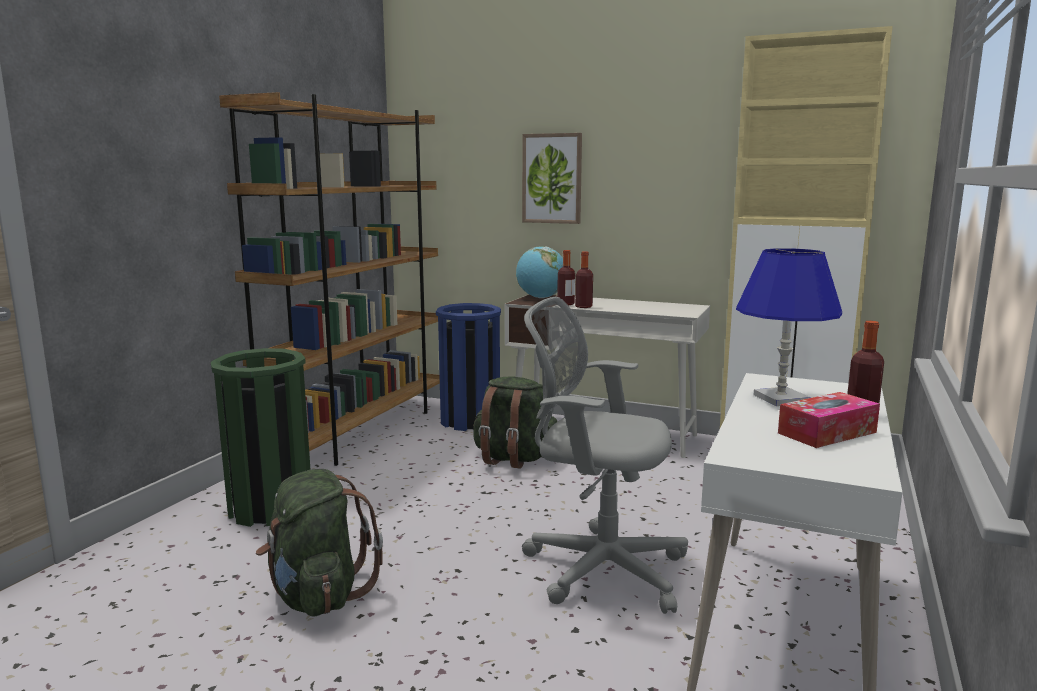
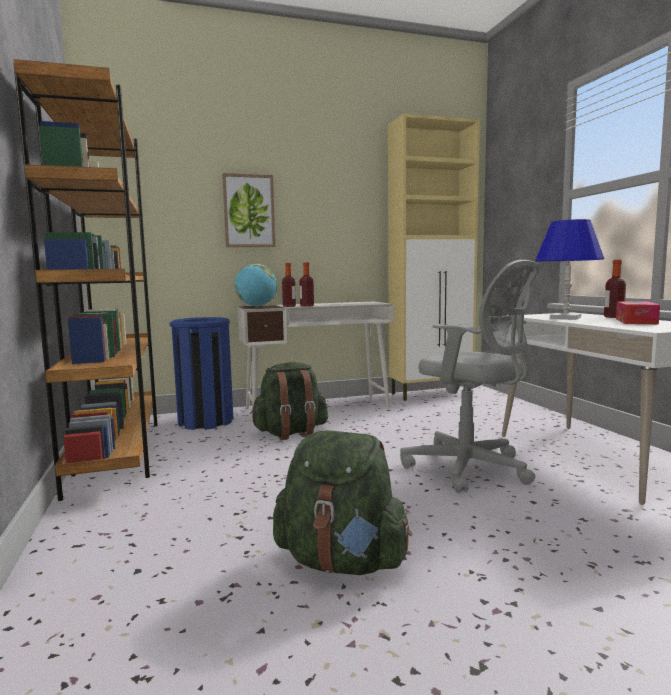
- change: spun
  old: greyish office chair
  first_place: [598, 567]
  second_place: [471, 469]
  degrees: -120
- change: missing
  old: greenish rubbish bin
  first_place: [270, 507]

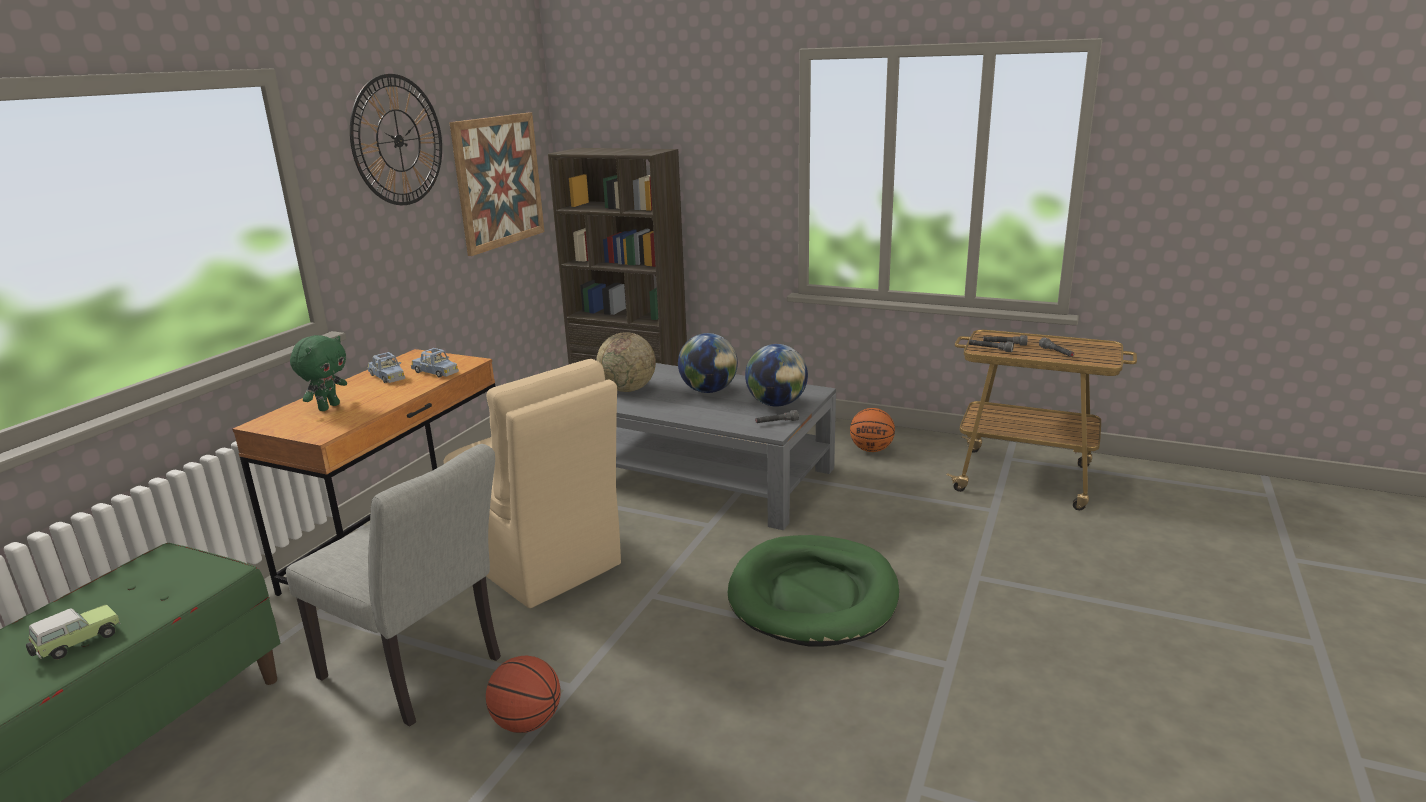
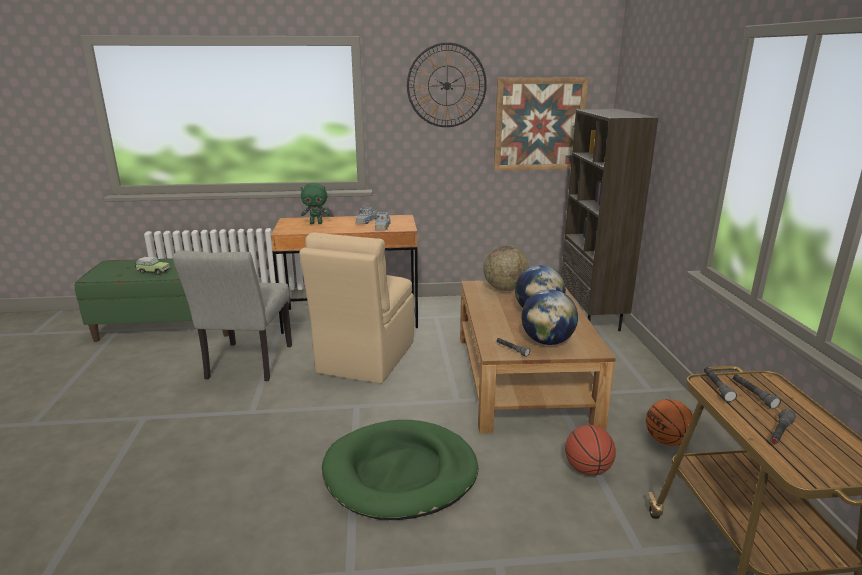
- change: colour
  old: greyish low table
  new: brown low table
  first_place: [707, 476]
  second_place: [523, 378]
- change: relocated
  old: basketball ball
  first_place: [527, 722]
  second_place: [587, 469]

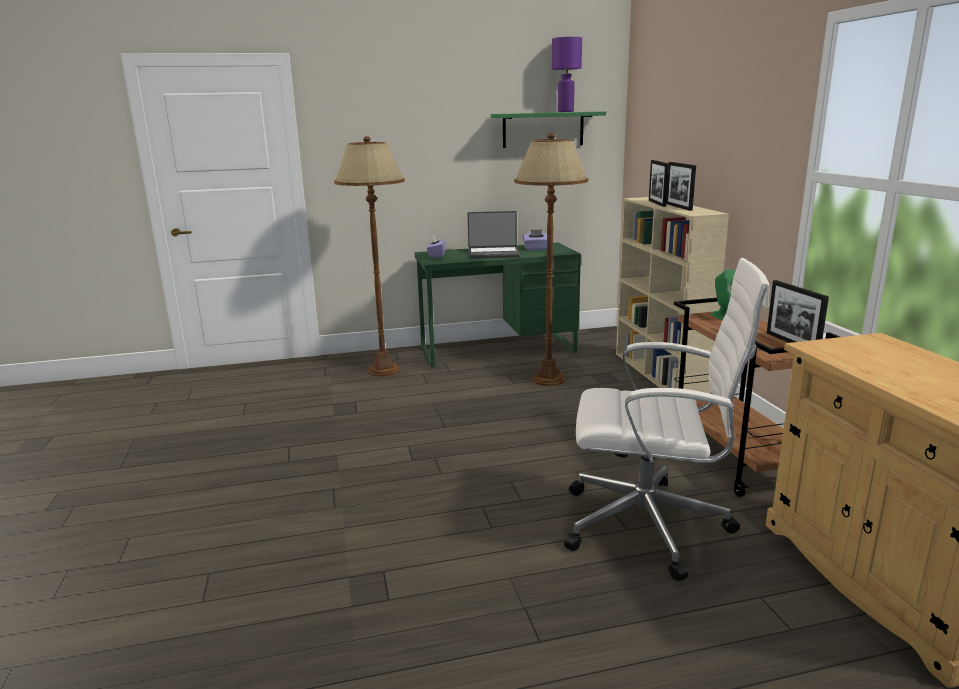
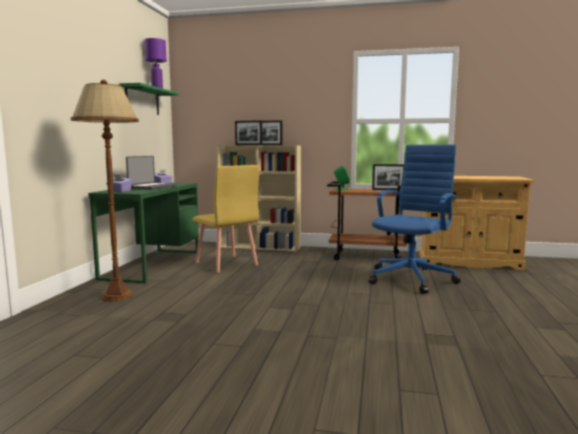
- change: exchanged
  old: brown standing lamp
  new: yellowish plain chair
  first_place: [548, 379]
  second_place: [226, 264]
- change: colour
  old: white-coloured office chair
  new: blue office chair
  first_place: [650, 525]
  second_place: [412, 278]

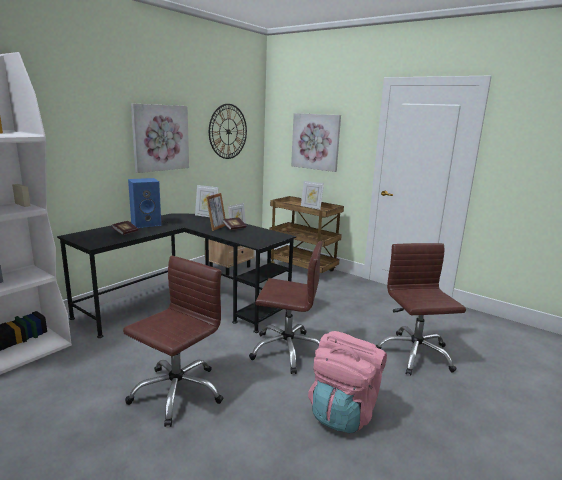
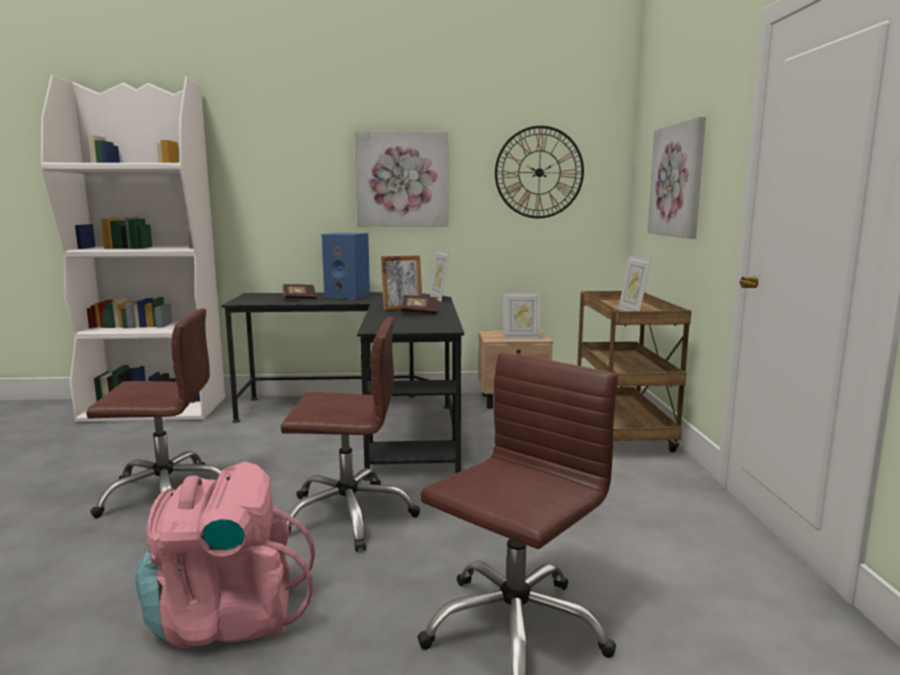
- change: spun
  old: brown office chair
  first_place: [287, 350]
  second_place: [348, 515]
  degrees: -60

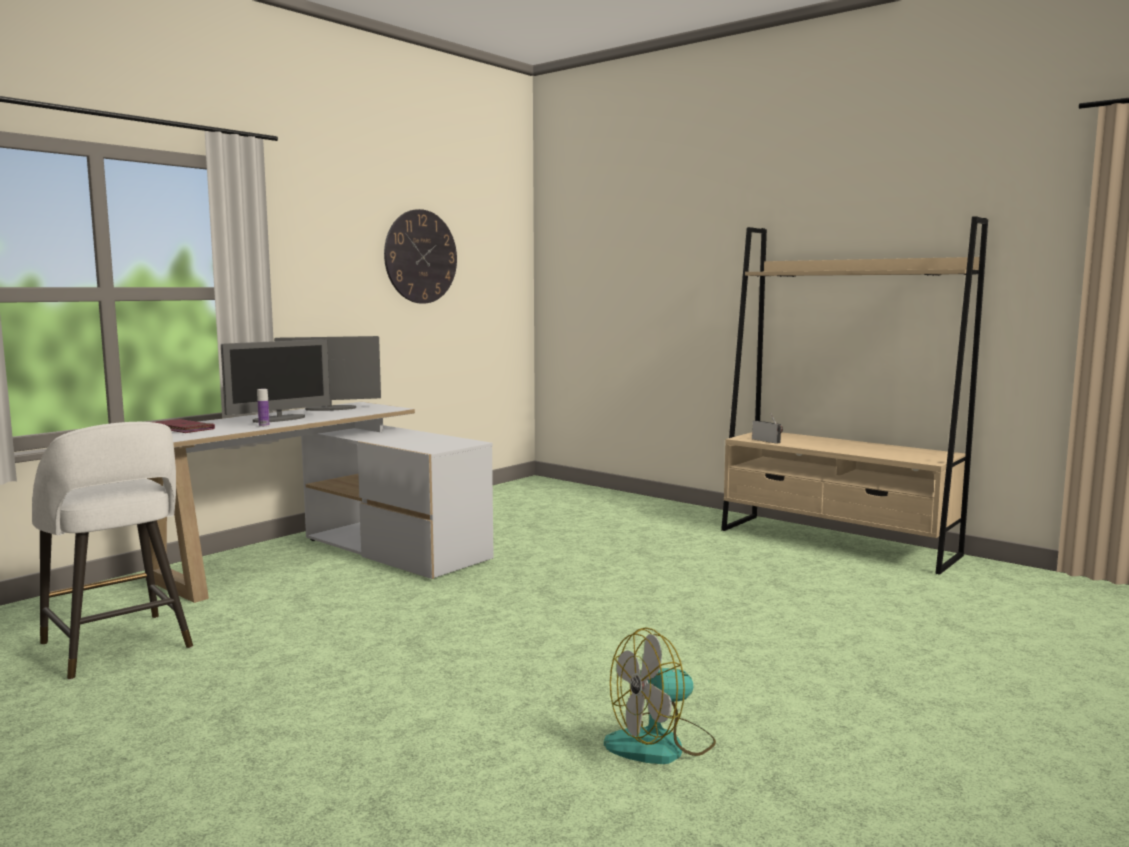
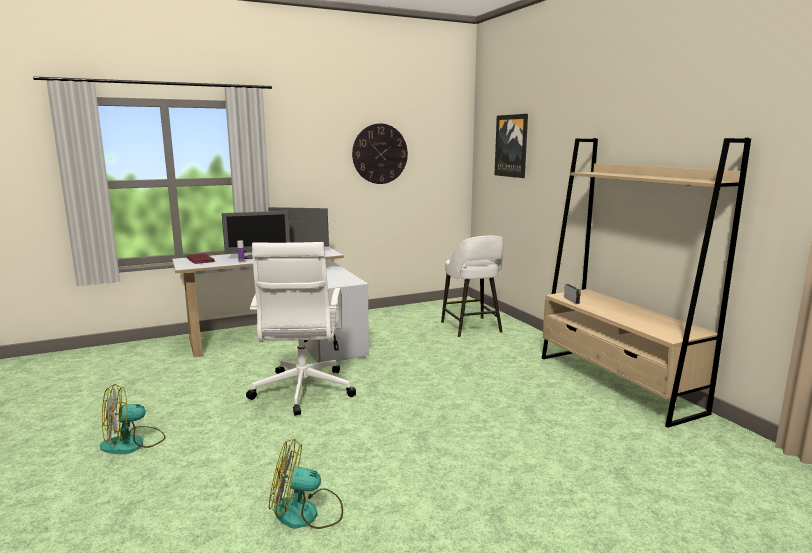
- change: appeared
  new: cooling fan
  second_place: [133, 443]
- change: appeared
  new: white-coloured office chair
  second_place: [302, 392]
- change: relocated
  old: white-coloured stool seat
  first_place: [118, 647]
  second_place: [471, 328]
- change: appeared
  new: picture
  second_place: [511, 146]

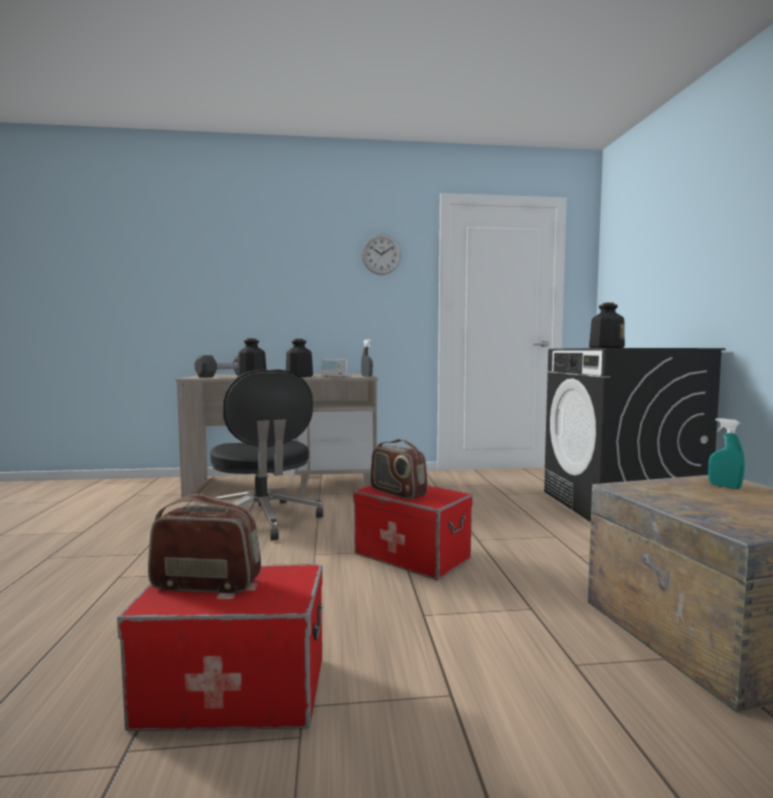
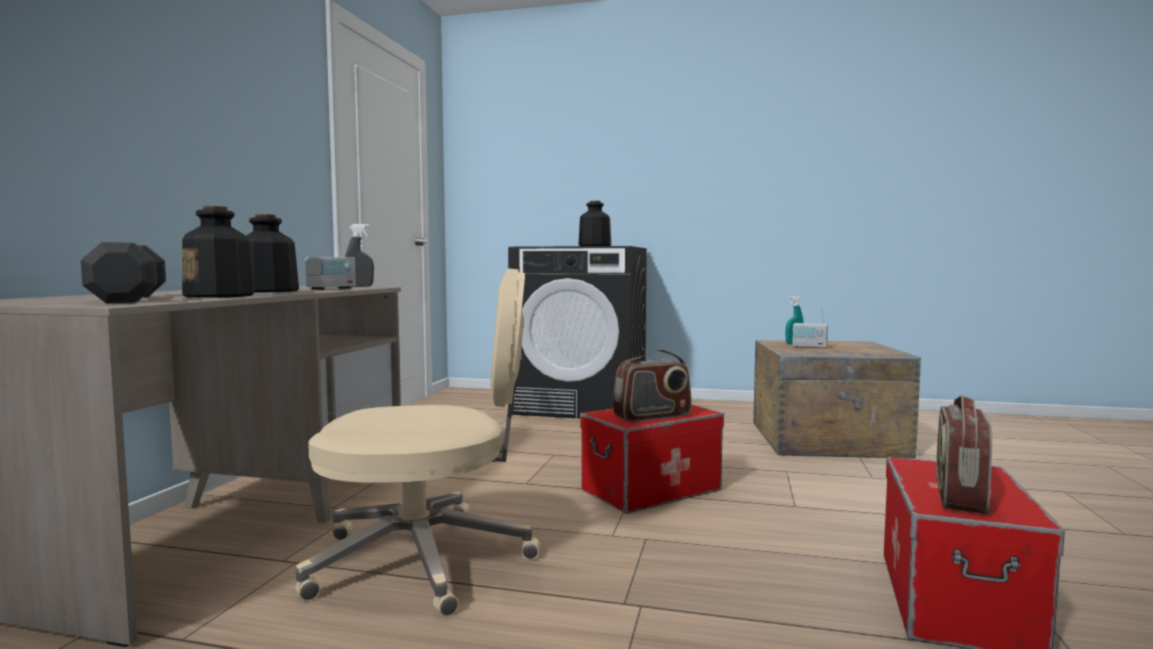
- change: colour
  old: black office chair
  new: beige office chair
  first_place: [263, 521]
  second_place: [426, 560]
- change: appeared
  new: radio
  second_place: [809, 347]
- change: missing
  old: clock on the wall
  first_place: [381, 254]

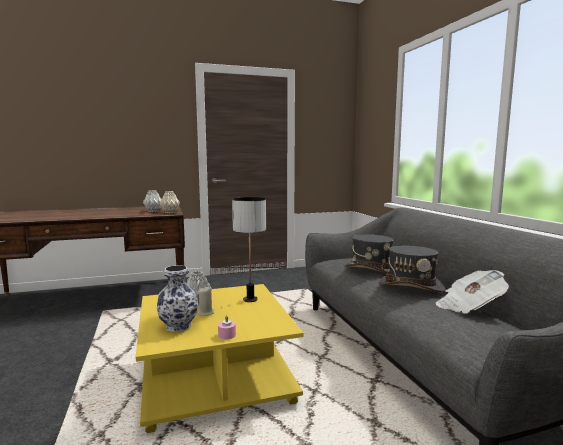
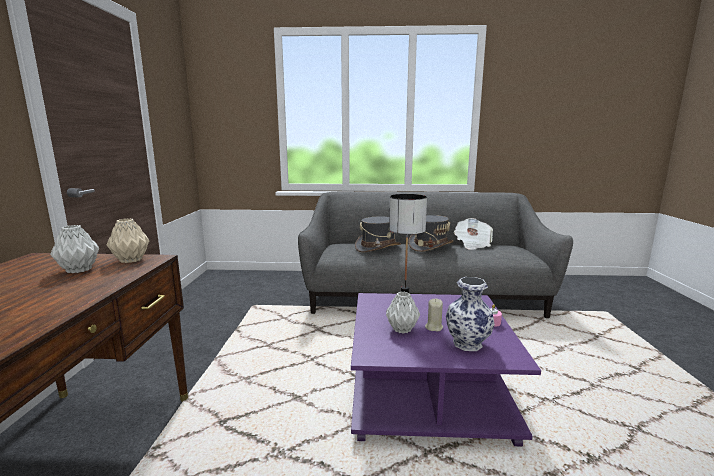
- change: colour
  old: yellowish low table
  new: purple low table
  first_place: [217, 379]
  second_place: [429, 391]

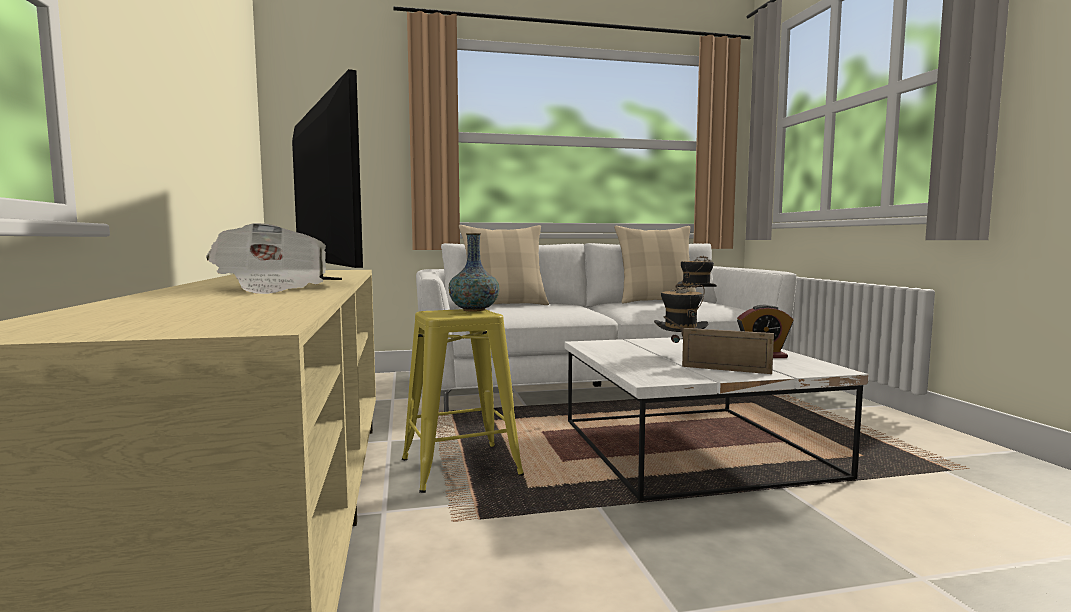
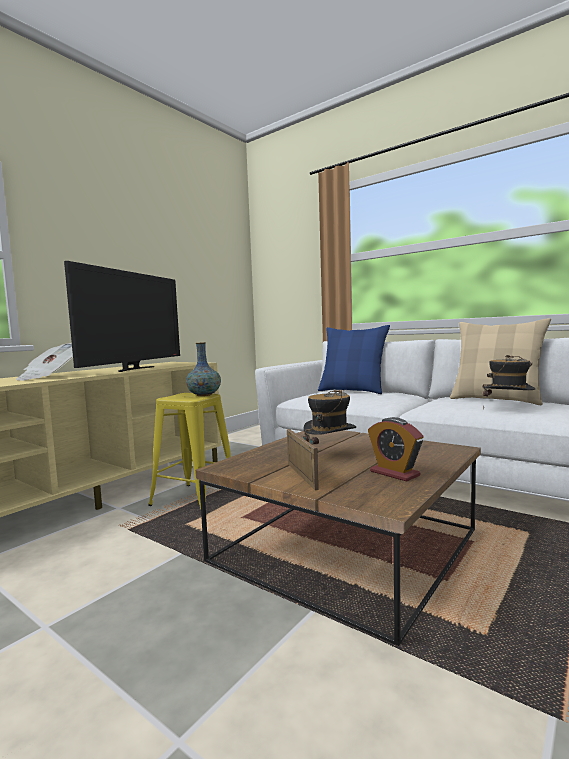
- change: colour
  old: white-coloured low table
  new: brown low table
  first_place: [693, 446]
  second_place: [349, 545]
- change: colour
  old: beige throw pillow
  new: blue throw pillow
  first_place: [504, 305]
  second_place: [352, 391]

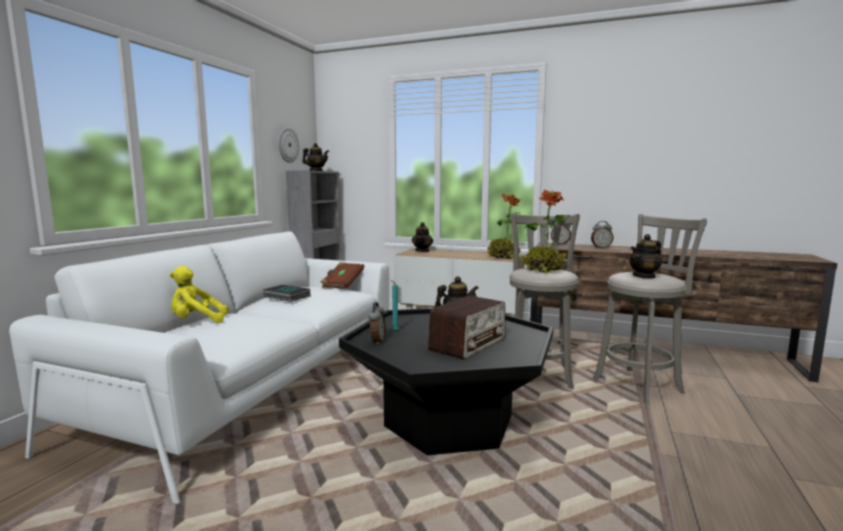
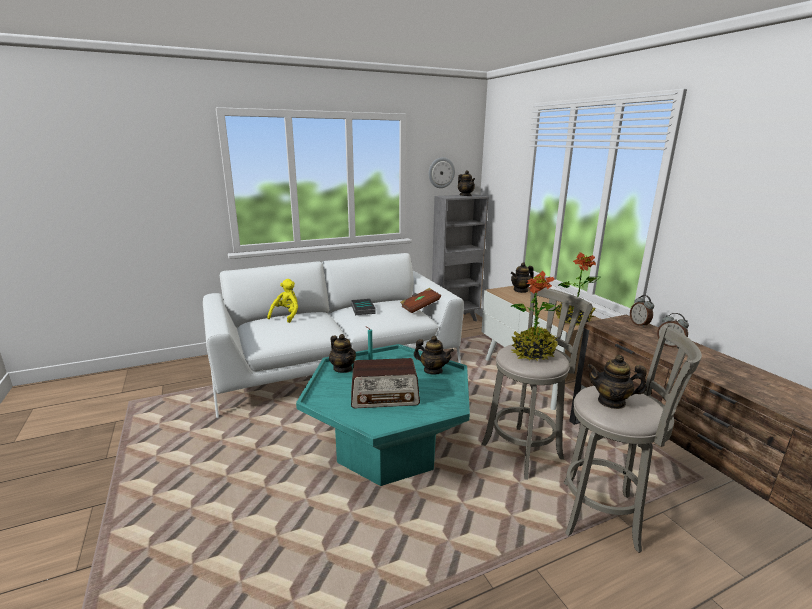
- change: spun
  old: yellowish soft toy
  first_place: [196, 321]
  second_place: [286, 315]
  degrees: 75
- change: colour
  old: black low table
  new: turquoise low table
  first_place: [448, 421]
  second_place: [388, 448]
- change: exchanged
  old: table clock
  new: pot for tea
  first_place: [377, 341]
  second_place: [343, 369]

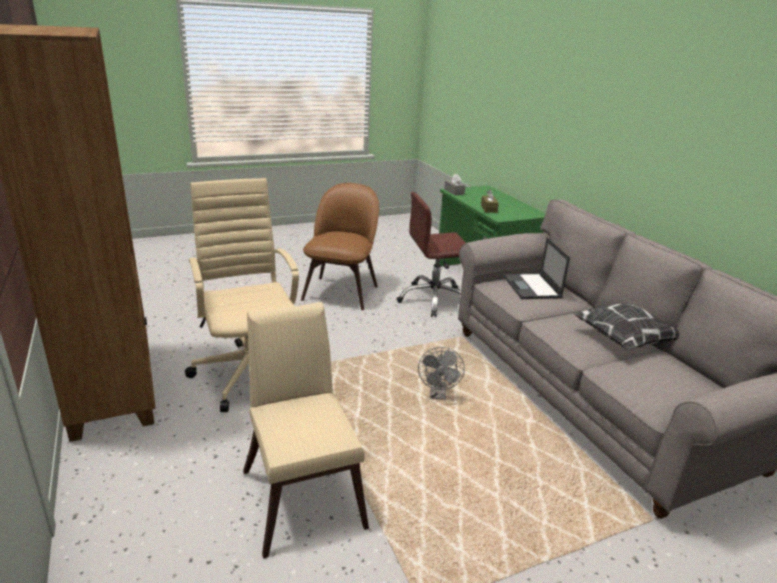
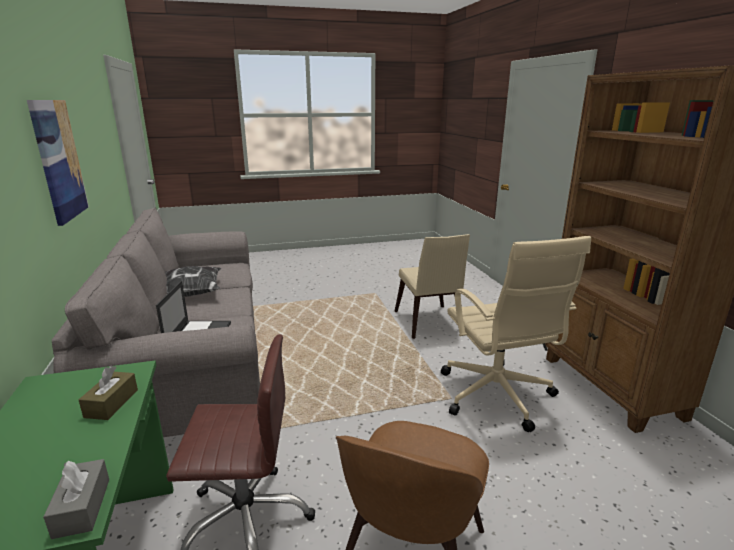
- change: appeared
  new: picture
  second_place: [58, 160]
- change: missing
  old: greyish cooling fan
  first_place: [438, 395]

